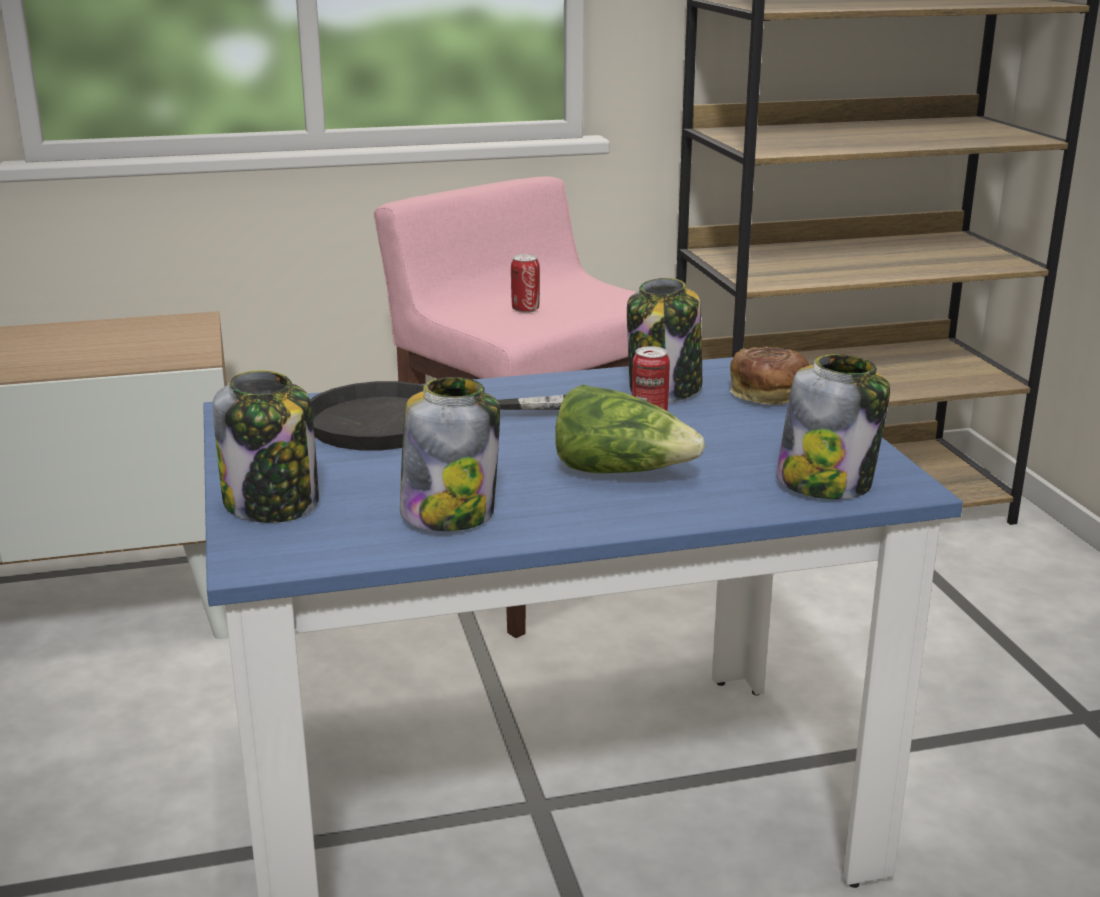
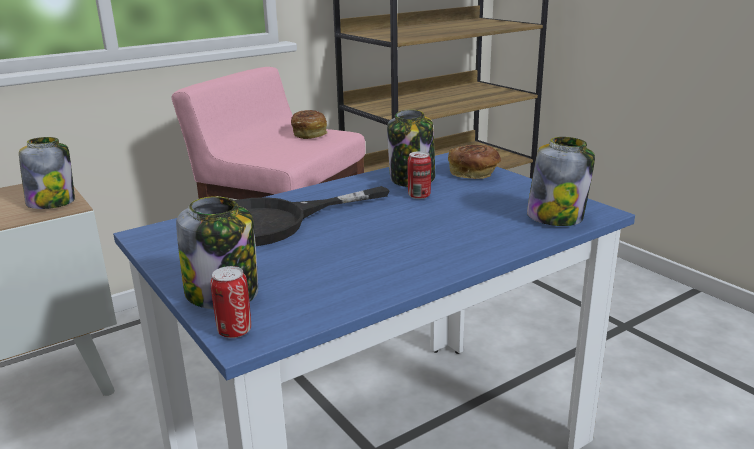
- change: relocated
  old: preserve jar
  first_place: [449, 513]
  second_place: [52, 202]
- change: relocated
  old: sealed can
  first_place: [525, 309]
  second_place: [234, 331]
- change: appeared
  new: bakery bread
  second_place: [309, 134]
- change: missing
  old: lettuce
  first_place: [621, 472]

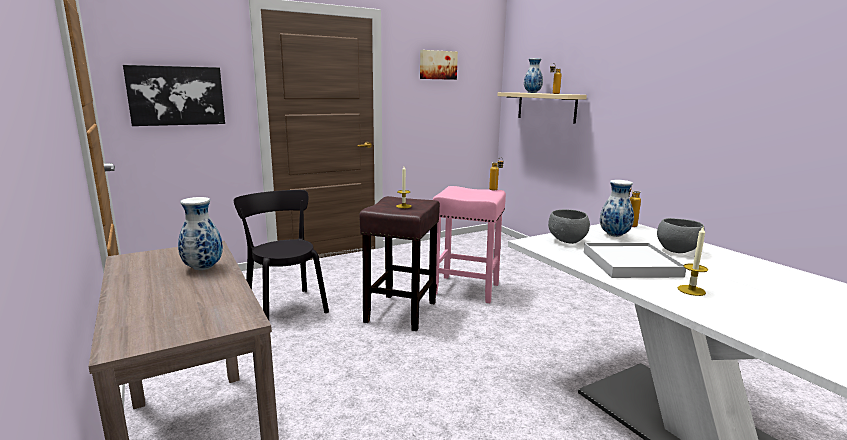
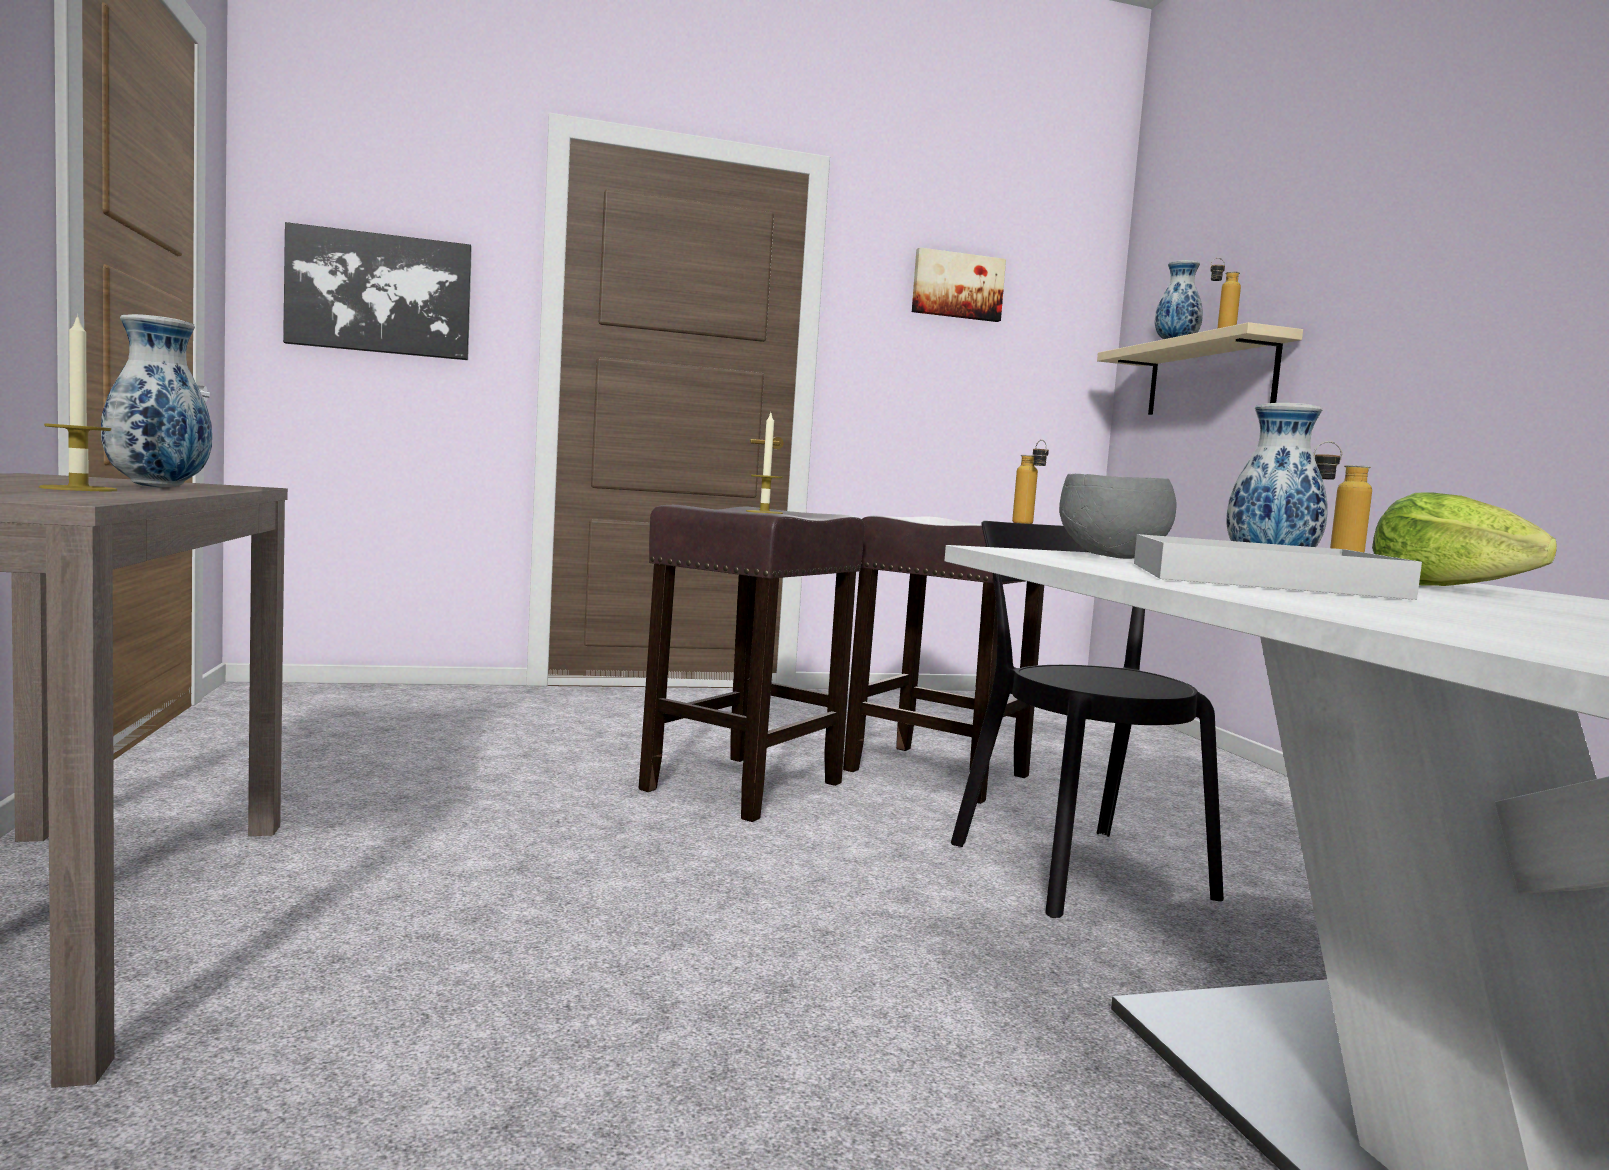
- change: relocated
  old: candle
  first_place: [691, 290]
  second_place: [78, 489]
- change: colour
  old: pink stool seat
  new: brown stool seat
  first_place: [467, 289]
  second_place: [940, 773]
- change: relocated
  old: black plain chair
  first_place: [285, 307]
  second_place: [1073, 865]
- change: exchanged
  old: greyish deep dish
  new: lettuce
  first_place: [676, 250]
  second_place: [1445, 587]

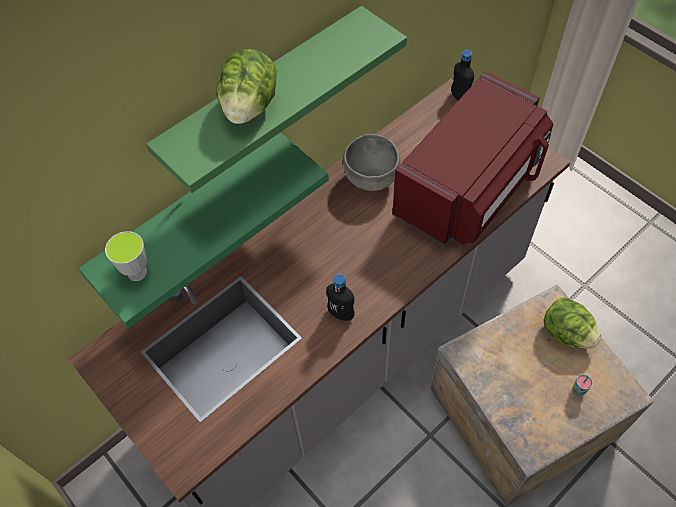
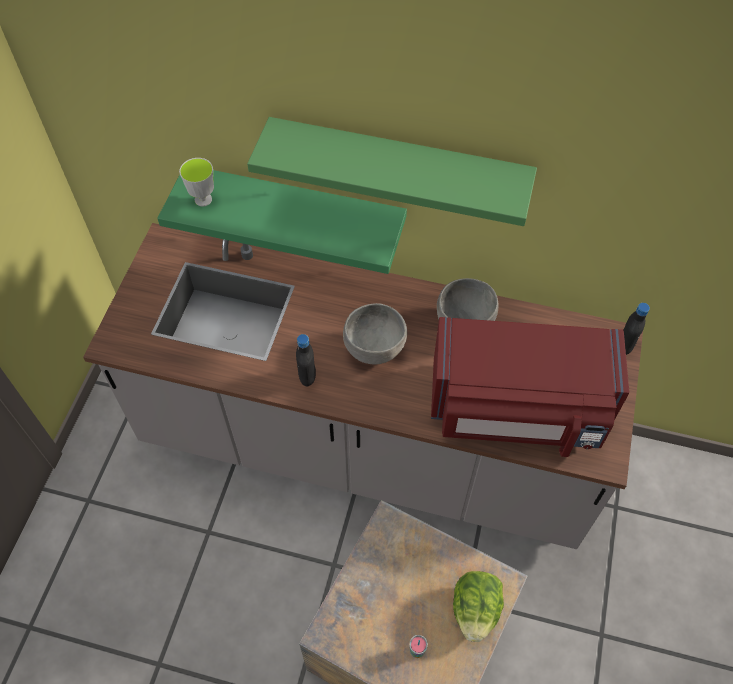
- change: appeared
  new: greyish deep dish
  second_place: [375, 349]
- change: missing
  old: lettuce
  first_place: [250, 107]

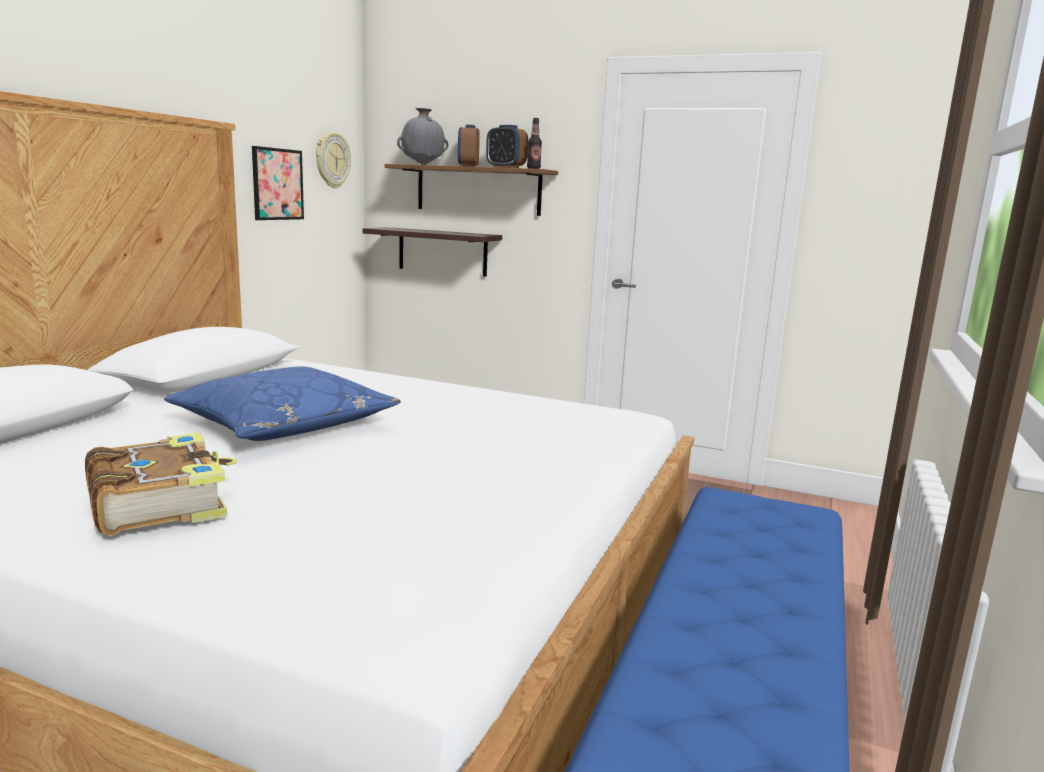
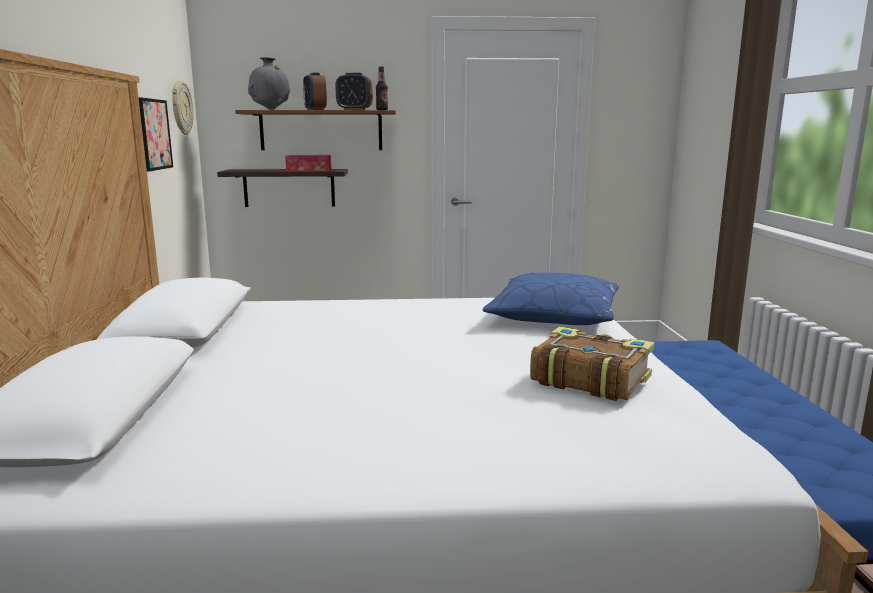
- change: appeared
  new: tissue box
  second_place: [309, 170]
- change: relocated
  old: blue throw pillow
  first_place: [284, 424]
  second_place: [554, 315]
- change: relocated
  old: book
  first_place: [160, 503]
  second_place: [589, 379]

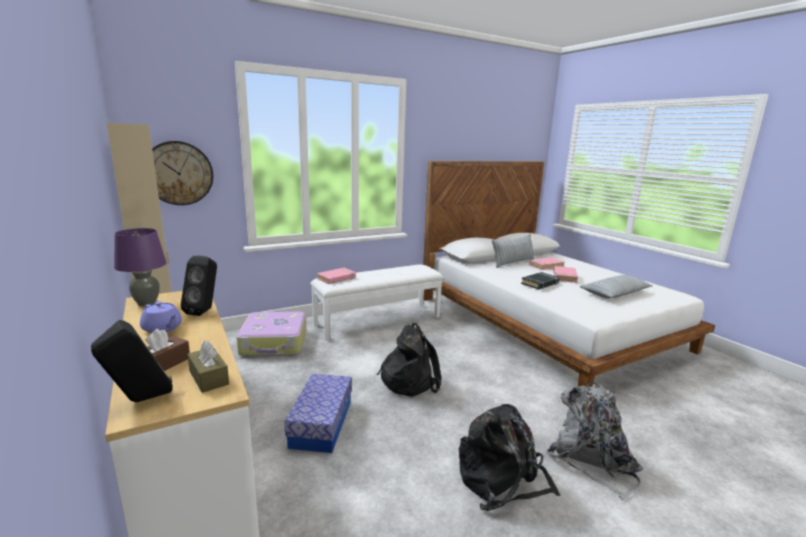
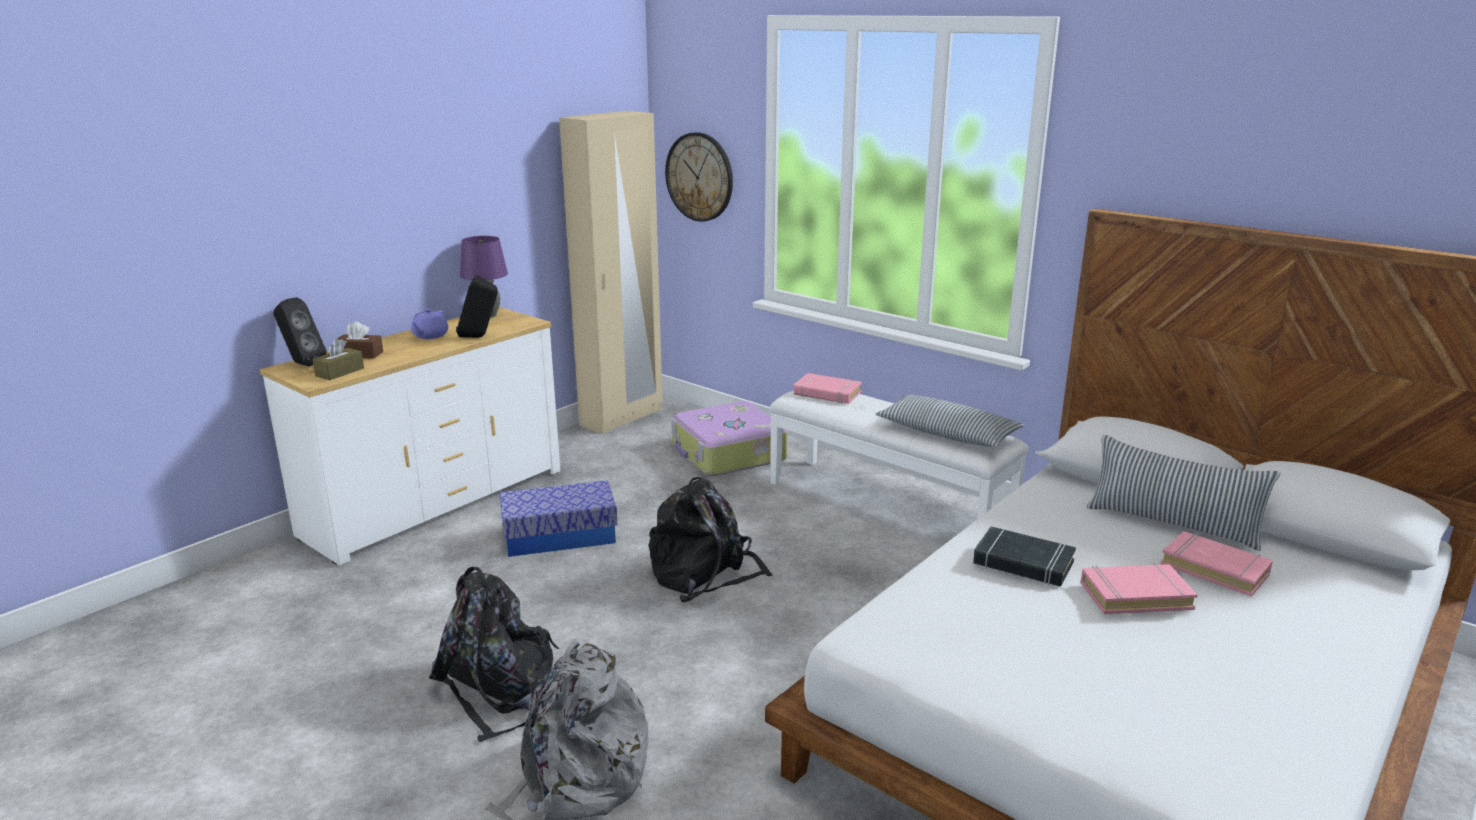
- change: relocated
  old: throw pillow
  first_place: [615, 294]
  second_place: [947, 433]

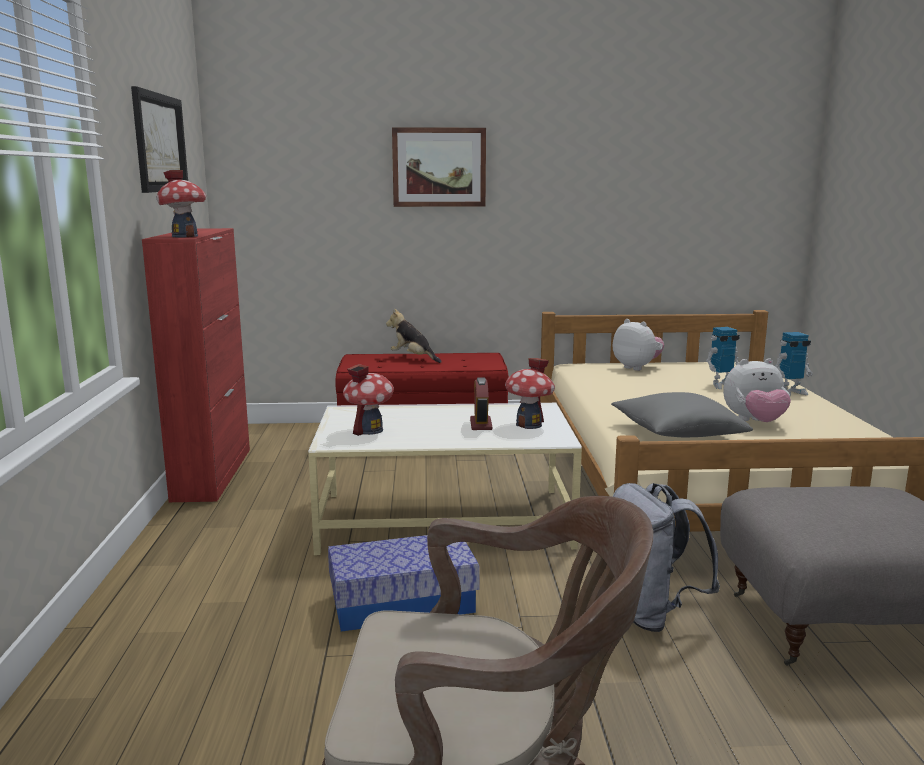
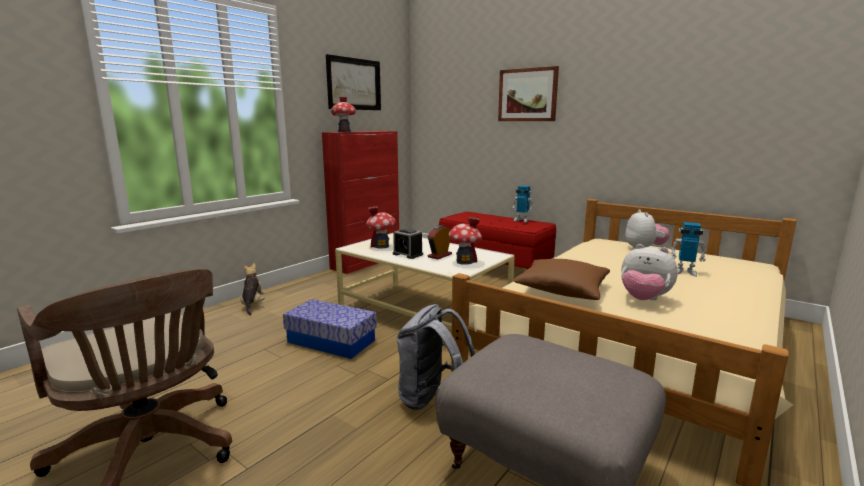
- change: relocated
  old: soft toy
  first_place: [413, 358]
  second_place: [253, 305]
- change: appeared
  new: table clock
  second_place: [408, 254]
- change: relocated
  old: robot figure
  first_place: [791, 392]
  second_place: [521, 220]
- change: colour
  old: greyish throw pillow
  new: brown throw pillow
  first_place: [677, 432]
  second_place: [562, 290]

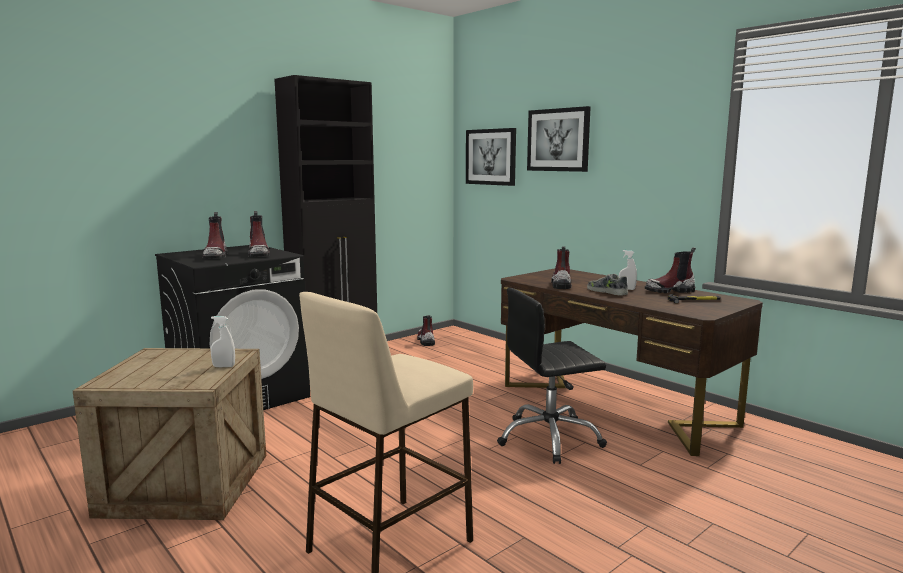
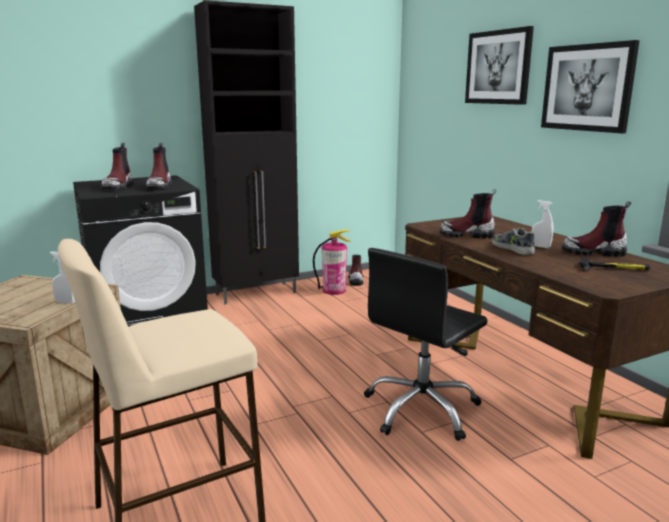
- change: appeared
  new: fire extinguisher
  second_place: [334, 290]
- change: spun
  old: black office chair
  first_place: [549, 438]
  second_place: [422, 409]
  degrees: -45
- change: spun
  old: boot
  first_place: [561, 284]
  second_place: [467, 235]
  degrees: -105
- change: relocated
  old: picture
  first_place: [491, 157]
  second_place: [587, 87]

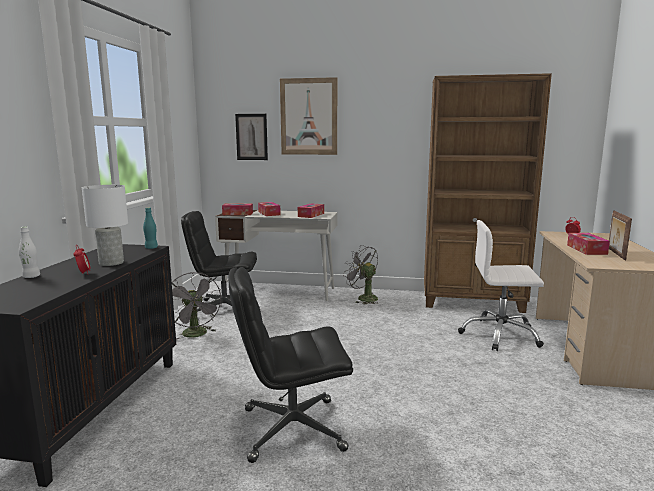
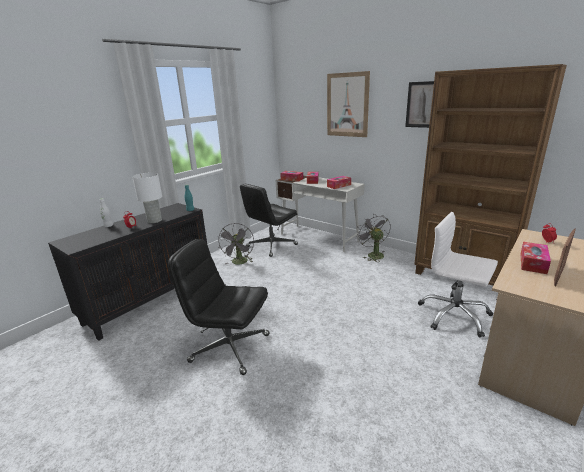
- change: spun
  old: black office chair
  first_place: [223, 309]
  second_place: [271, 246]
  degrees: -75
- change: relocated
  old: picture
  first_place: [251, 137]
  second_place: [422, 104]

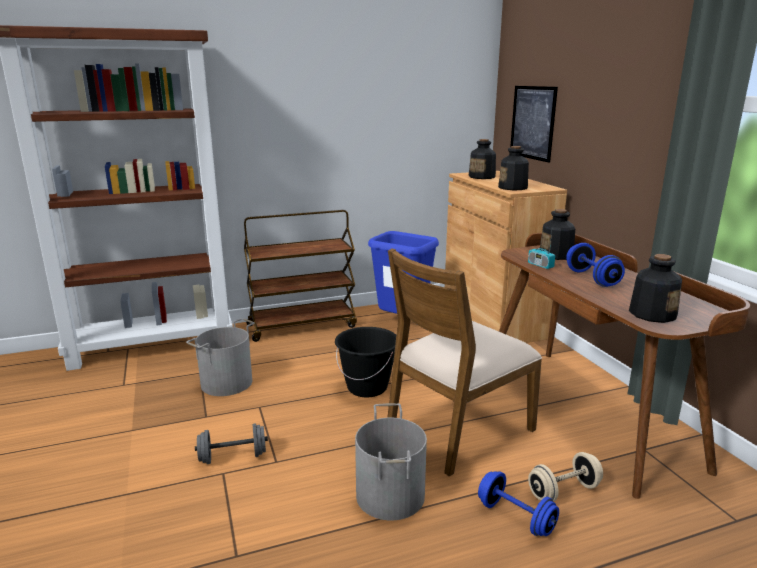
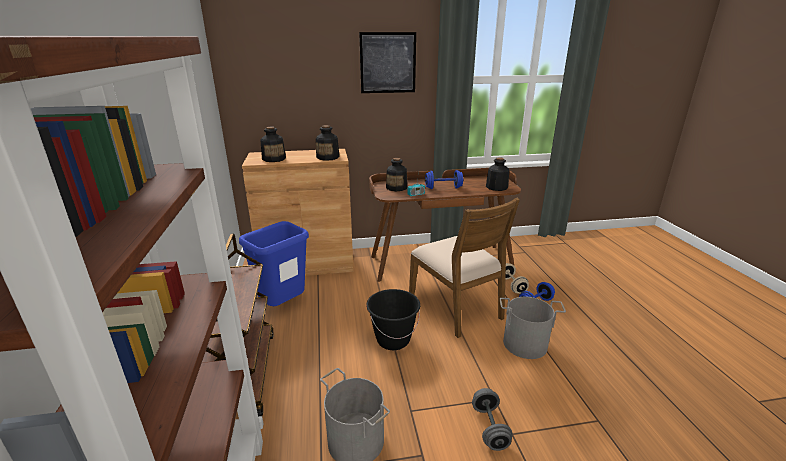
- change: relocated
  old: picture
  first_place: [532, 122]
  second_place: [388, 63]

